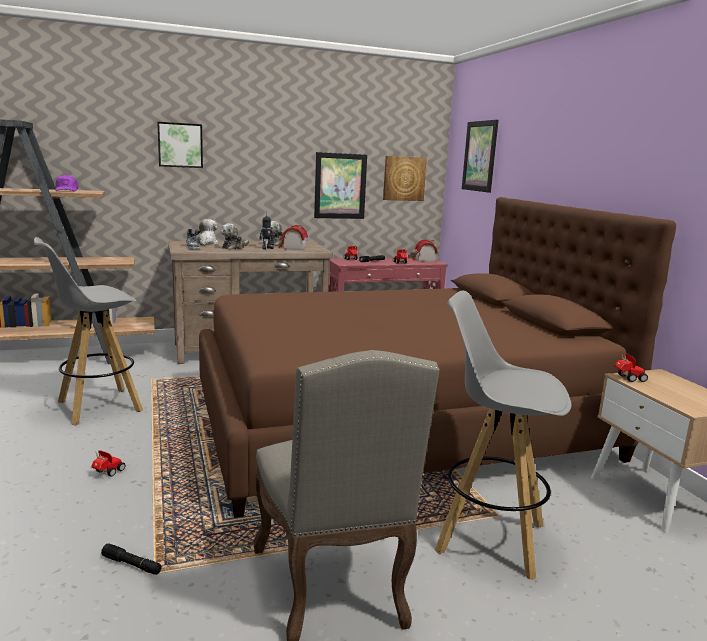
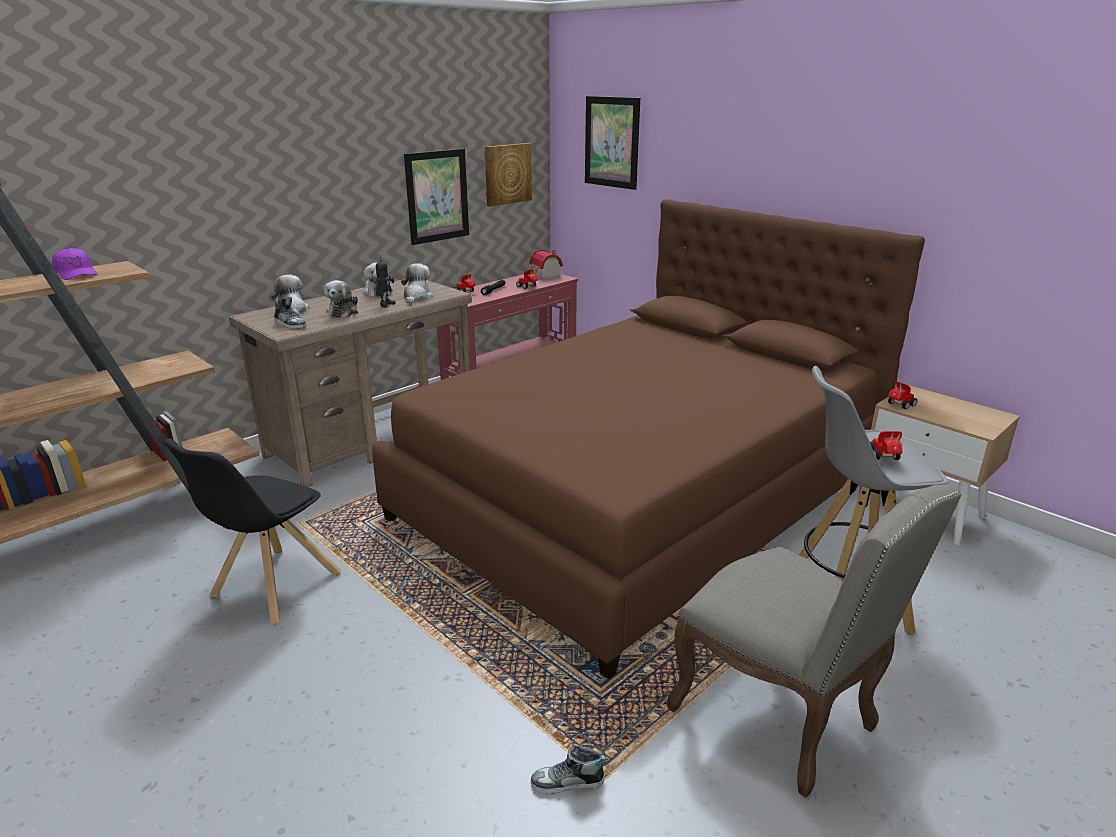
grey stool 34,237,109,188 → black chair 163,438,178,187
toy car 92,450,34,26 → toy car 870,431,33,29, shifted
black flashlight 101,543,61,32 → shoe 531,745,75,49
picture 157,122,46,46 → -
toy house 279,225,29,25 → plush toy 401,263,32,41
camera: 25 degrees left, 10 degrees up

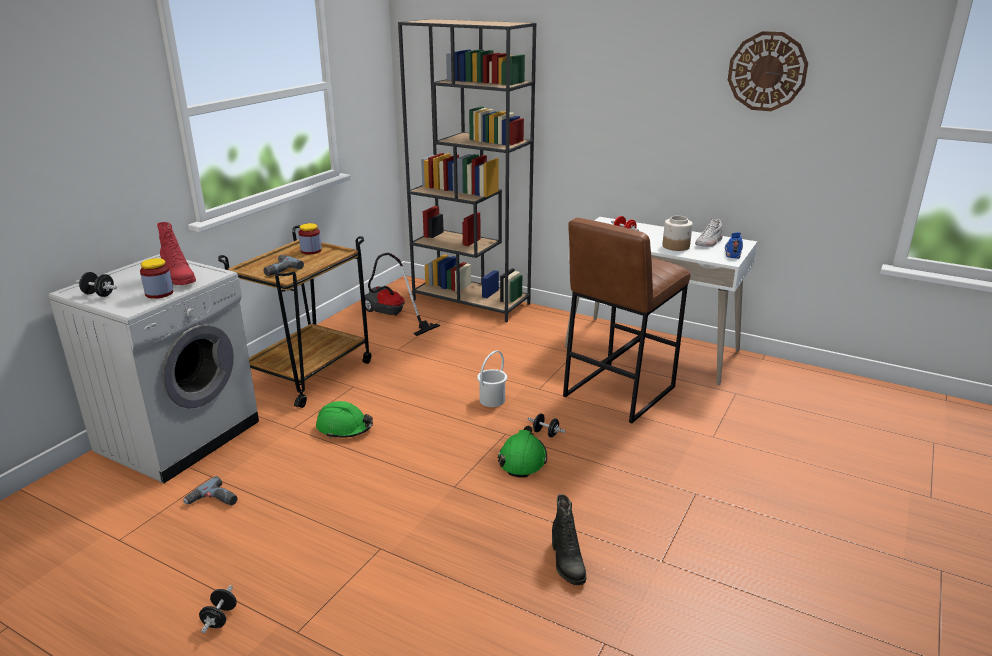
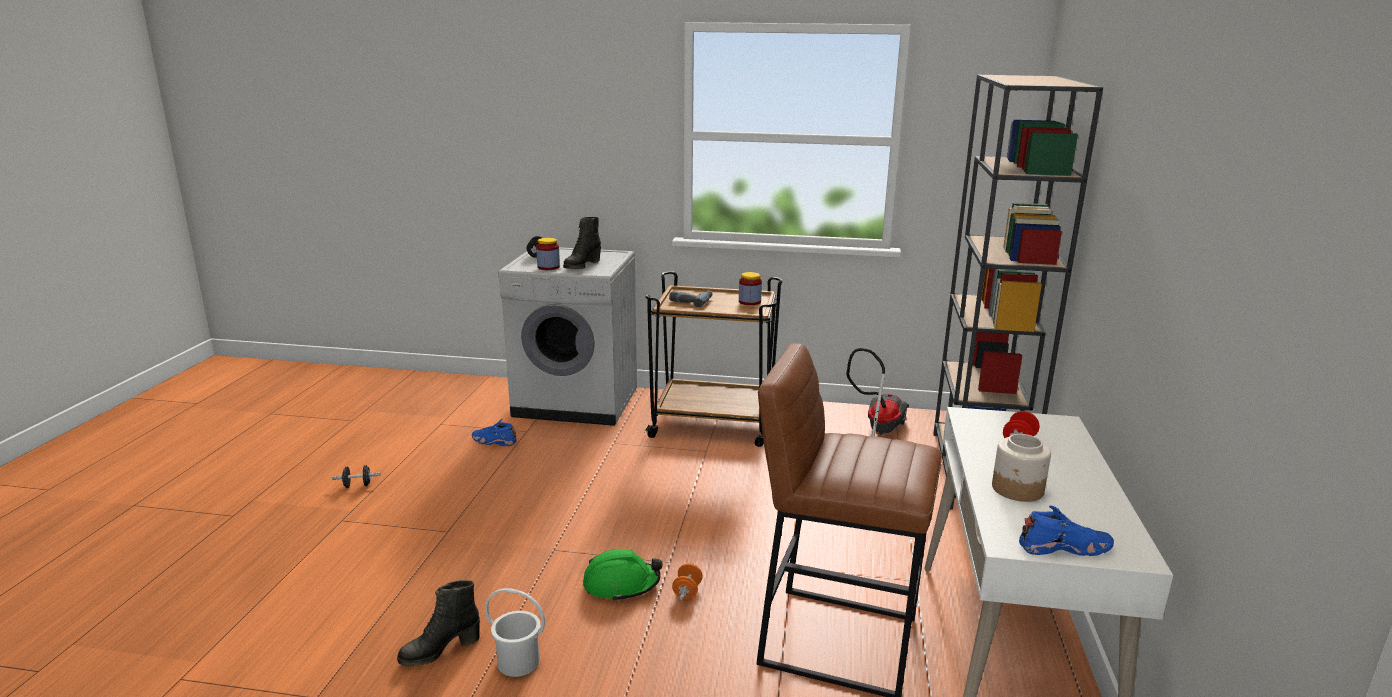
red boot 157,222,39,63 → black boot 563,217,38,52
power drill 183,476,54,30 → blue shoe 472,419,45,27
green hard hat 316,401,57,37 → -
white bucket 477,350,30,57 → white bucket 485,588,60,89, shifted
black dumbbell 527,414,39,23 → orange dumbbell 672,563,31,37
white shoe 695,219,28,28 → -
wall clock 728,31,80,80 → -
camera: 70 degrees right, 5 degrees down

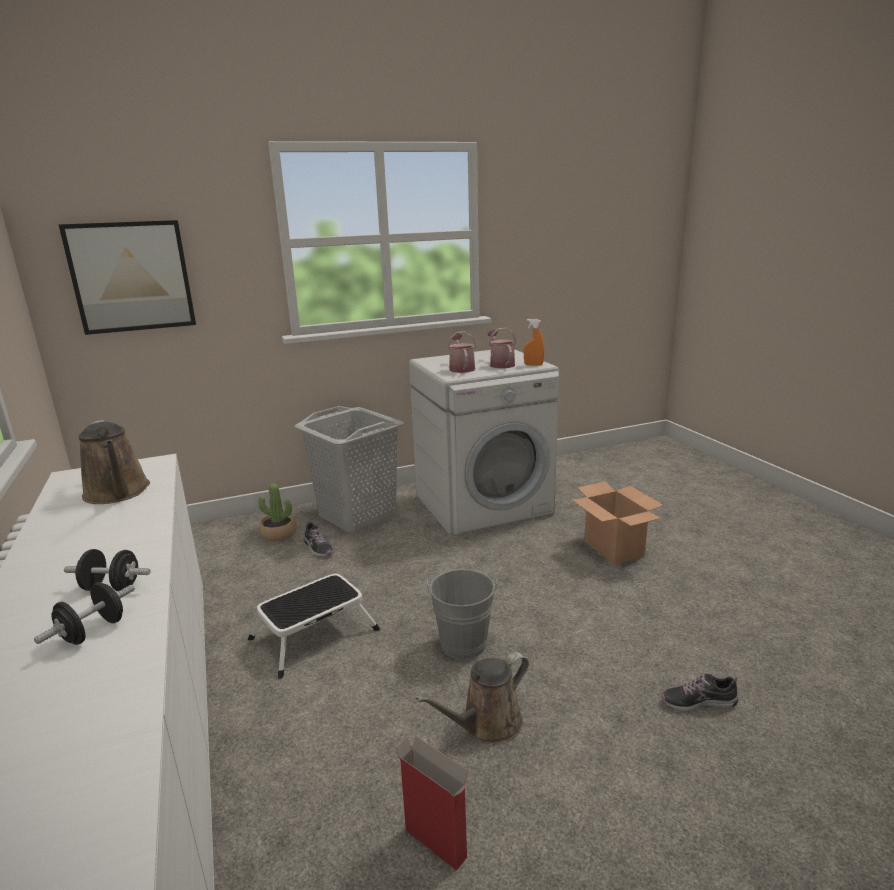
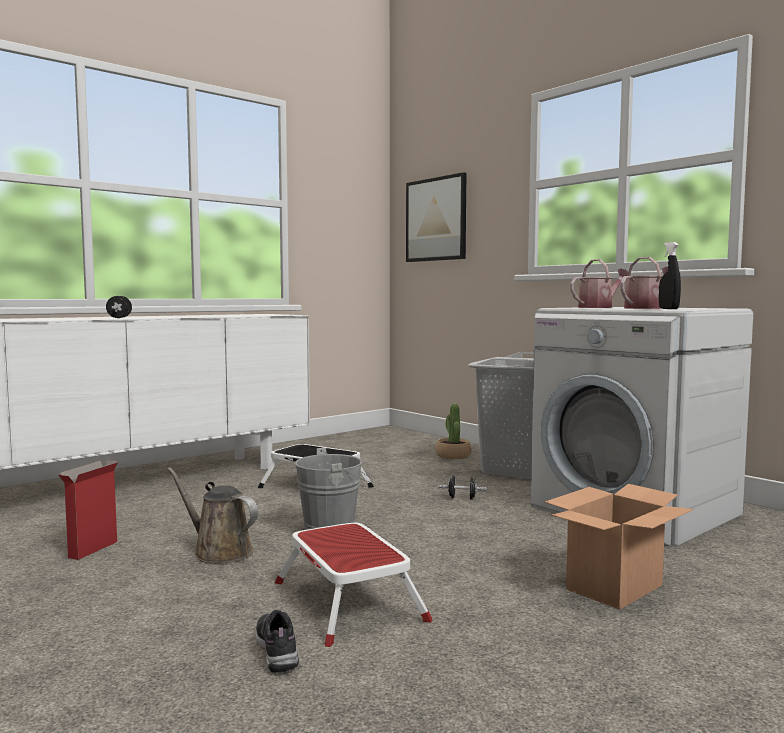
black dumbbell 34,582,101,63 → black dumbbell 438,476,49,24, shifted
brown watering can 78,420,72,84 → -
shoe 304,520,30,37 → -
orange spray bottle 524,319,20,46 → black spray bottle 659,242,22,67
- → red step ladder 275,523,157,124
camera: 70 degrees right, 15 degrees down

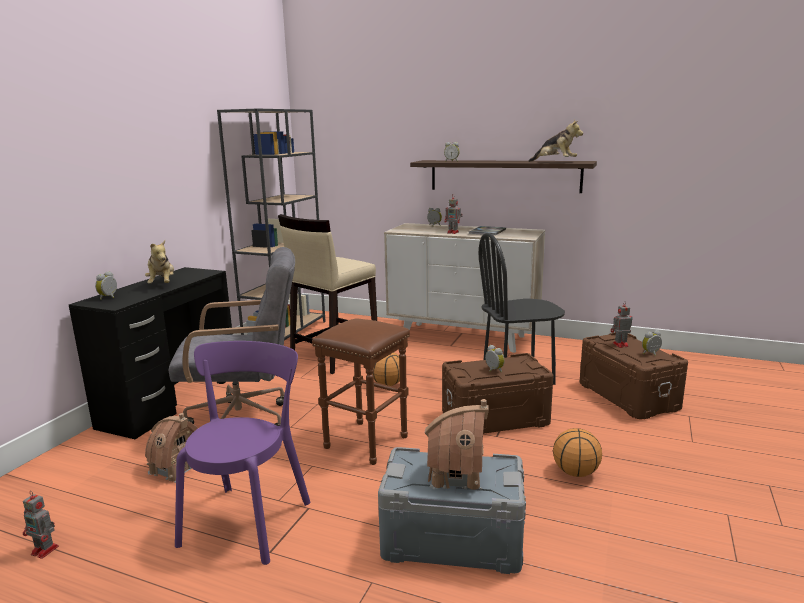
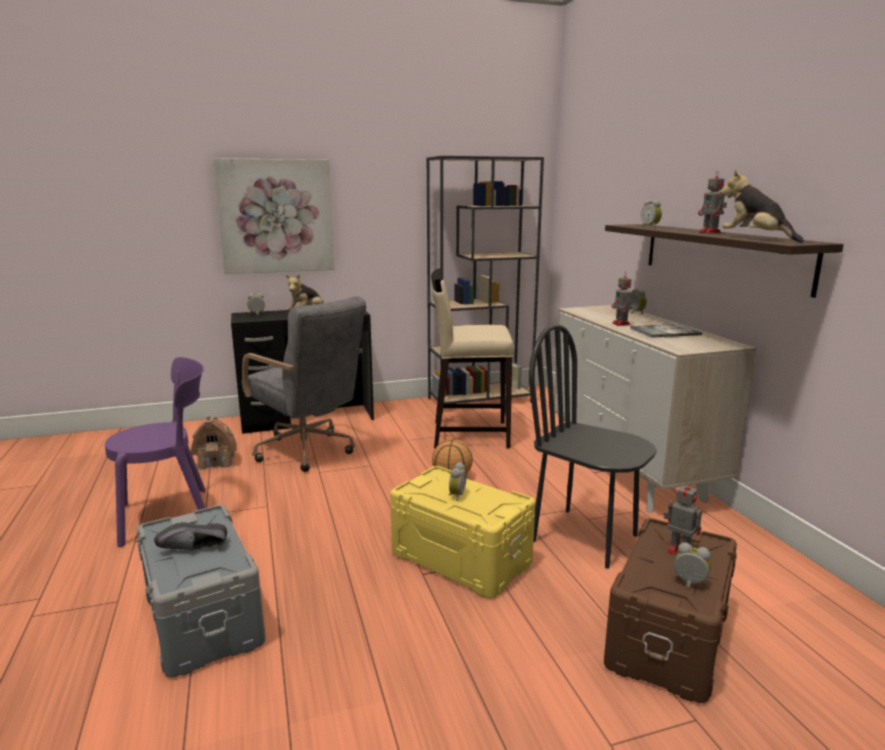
toy robot 23,491,36,68 → toy robot 698,170,29,64, shifted
brown stool 312,318,98,147 → -
toy house 425,399,64,95 → black shoe 154,522,73,29
brown storage box 442,353,111,81 → yellow storage box 390,466,145,132
plush toy 529,120,54,42 → plush toy 720,170,84,73, 150 degrees clockwise
basketball 553,428,49,49 → -
- → picture 213,158,121,116
camera: 50 degrees right, 0 degrees up

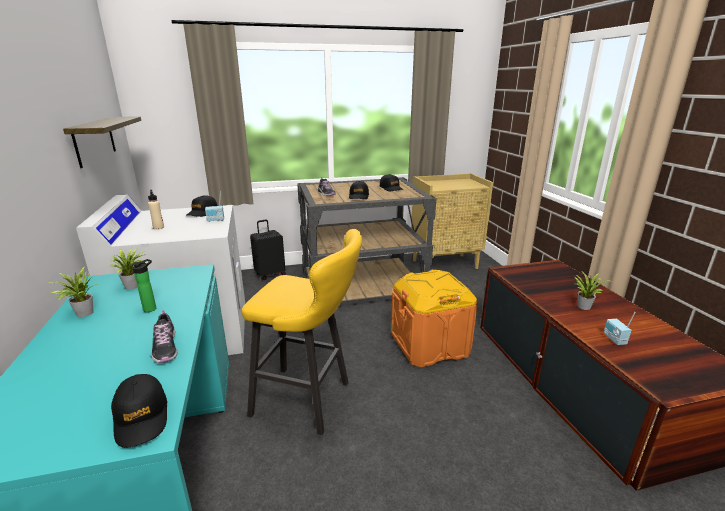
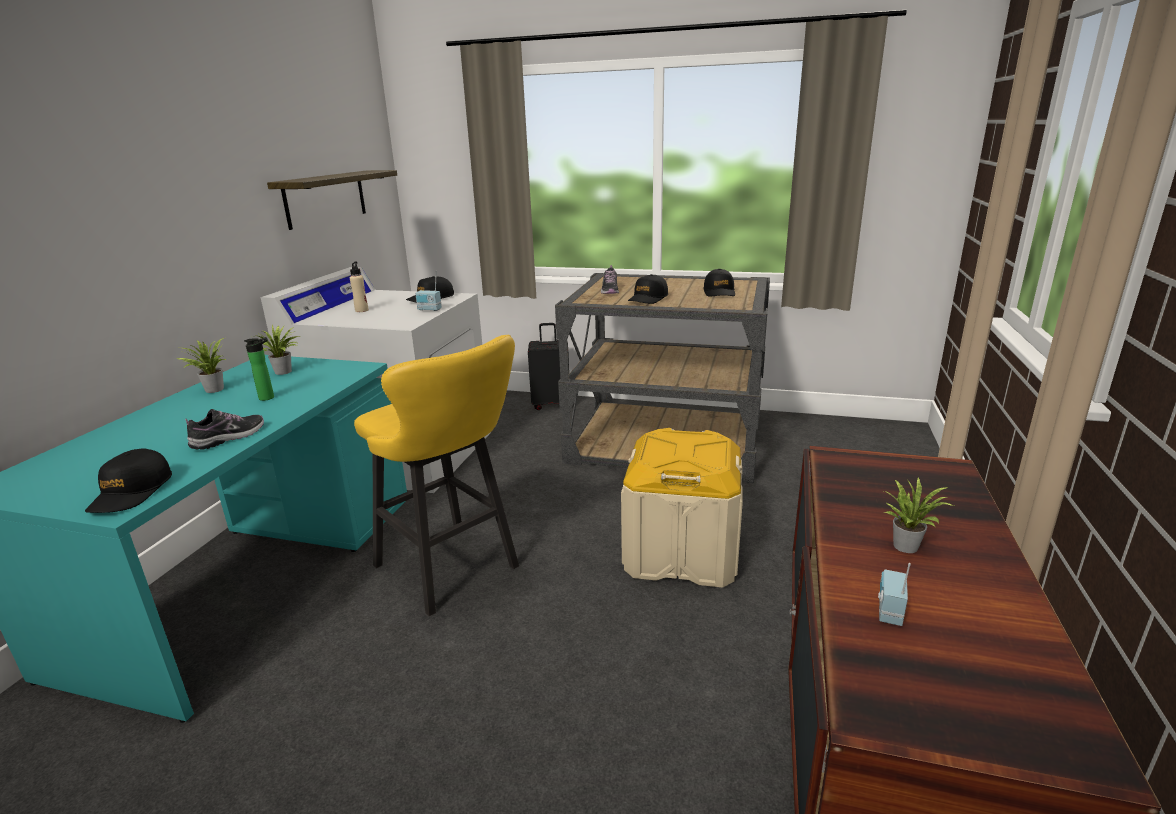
shoe 151,310,26,53 → shoe 185,409,79,41, 150 degrees counterclockwise
orange storage box 391,270,86,97 → beige storage box 621,428,122,160
beige cabinet 411,173,82,99 → -
camera: 30 degrees right, 0 degrees up

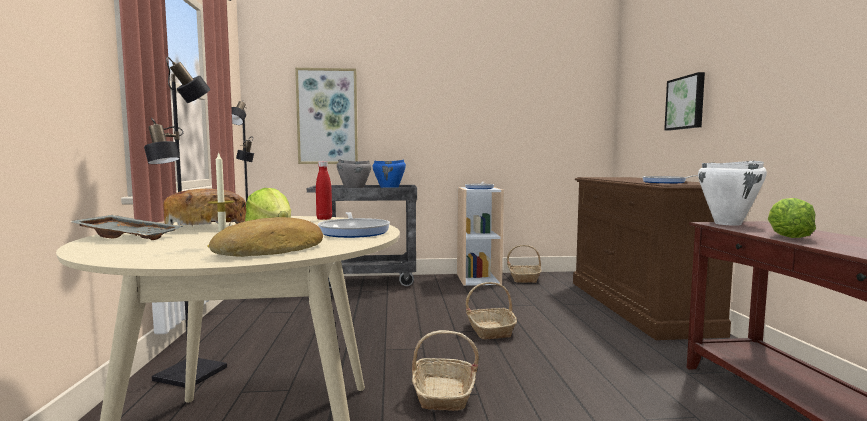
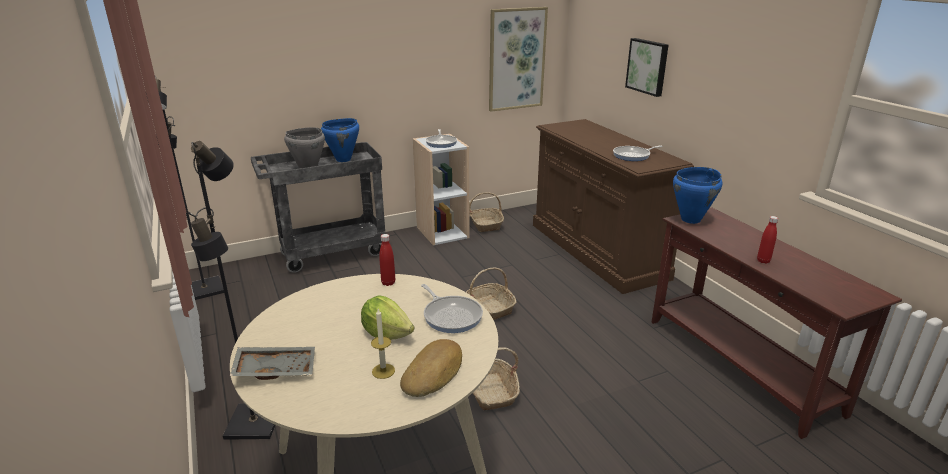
bread 163,189,83,38 → -
picture 295,68,63,96 → picture 489,7,59,105, shifted
white cooking pot 698,161,69,65 → blue cooking pot 673,167,49,57
lettuce 768,198,48,40 → -
- → red bottle 757,216,21,48
camera: 20 degrees left, 20 degrees up

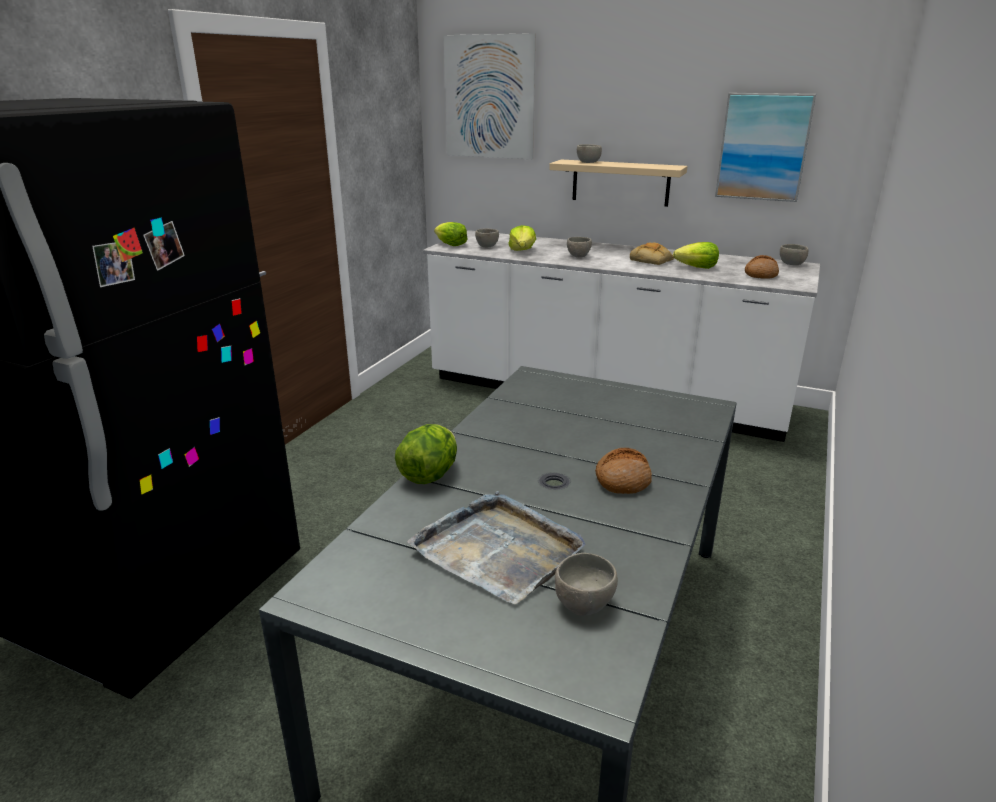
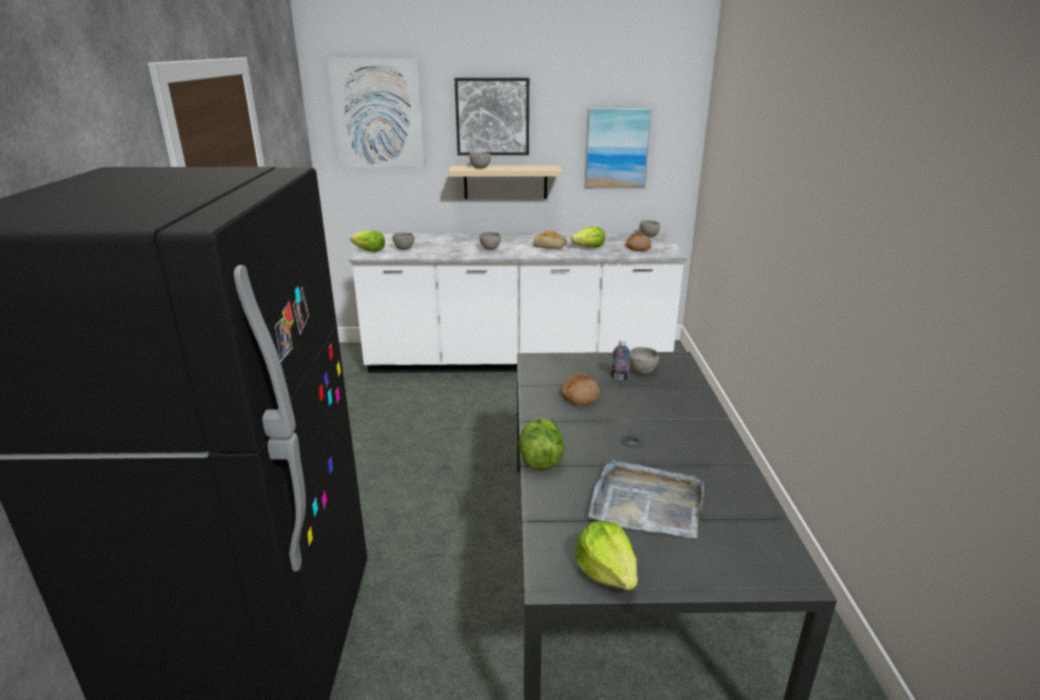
lettuce 508,225,28,26 → lettuce 575,521,62,69, shifted
grey bowl 555,553,63,63 → grey bowl 629,347,30,28, shifted
bread 595,448,57,46 → bread 561,374,39,32, shifted
- → picture 455,78,74,77
- → bottle 611,339,20,41
camera: 25 degrees left, 0 degrees up

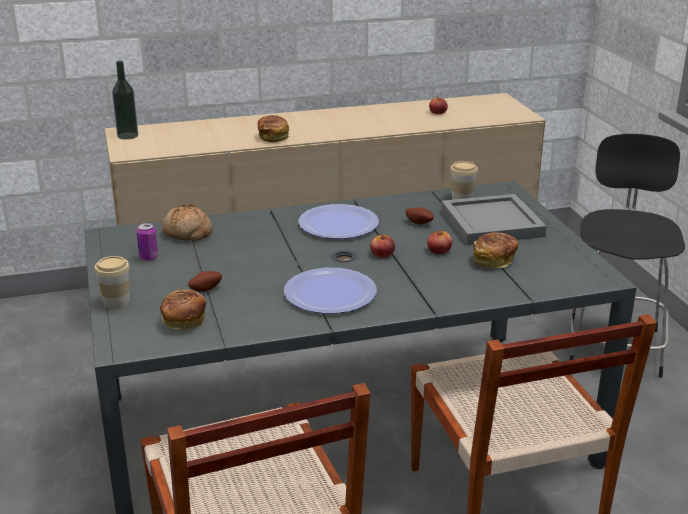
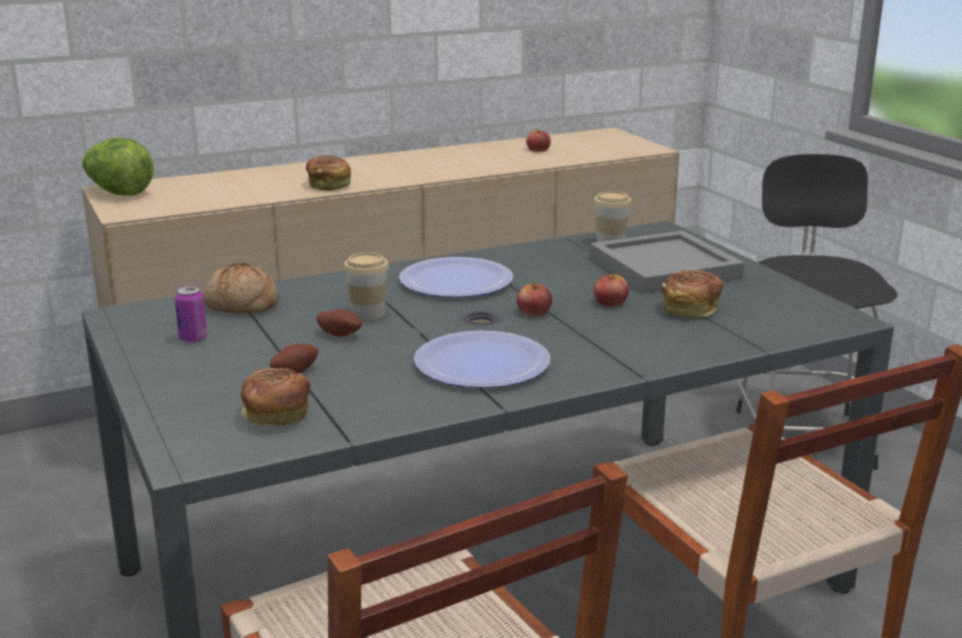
cup 94,256,36,53 → cup 344,253,45,68, shifted
bottle 112,61,26,79 → lettuce 81,137,73,59
potato 406,207,28,17 → potato 317,309,45,28, shifted
camera: 10 degrees left, 5 degrees down

